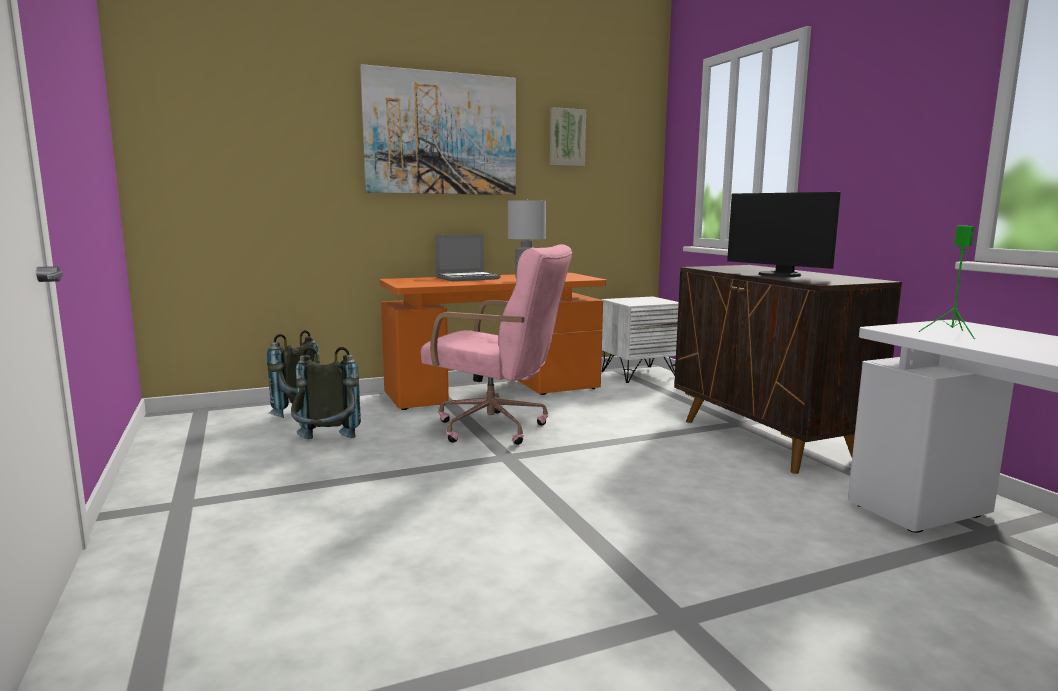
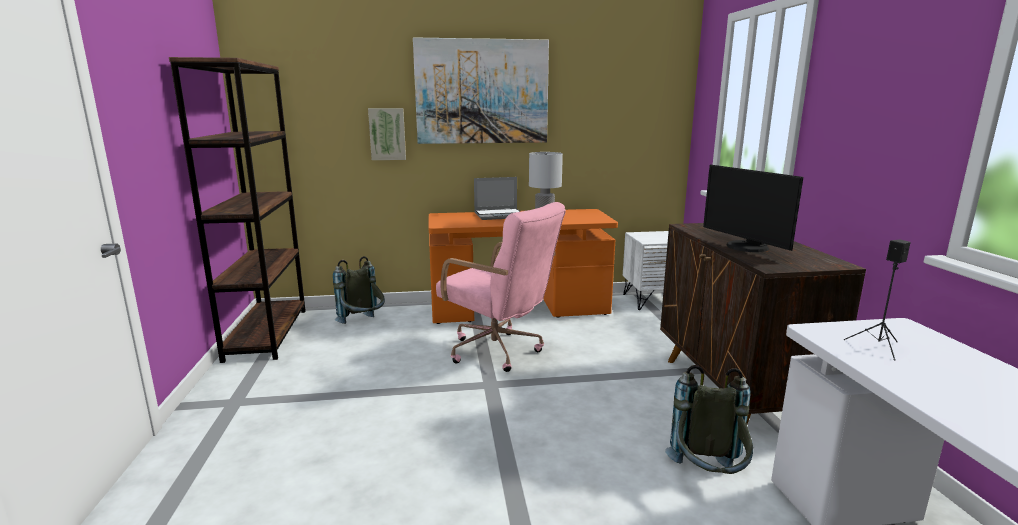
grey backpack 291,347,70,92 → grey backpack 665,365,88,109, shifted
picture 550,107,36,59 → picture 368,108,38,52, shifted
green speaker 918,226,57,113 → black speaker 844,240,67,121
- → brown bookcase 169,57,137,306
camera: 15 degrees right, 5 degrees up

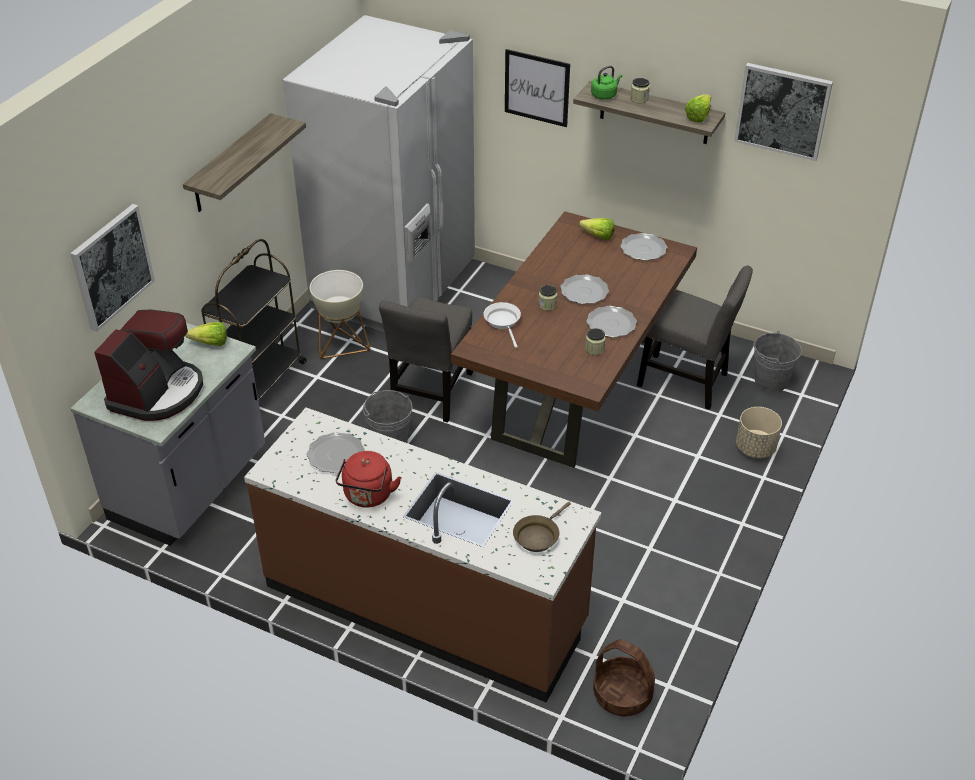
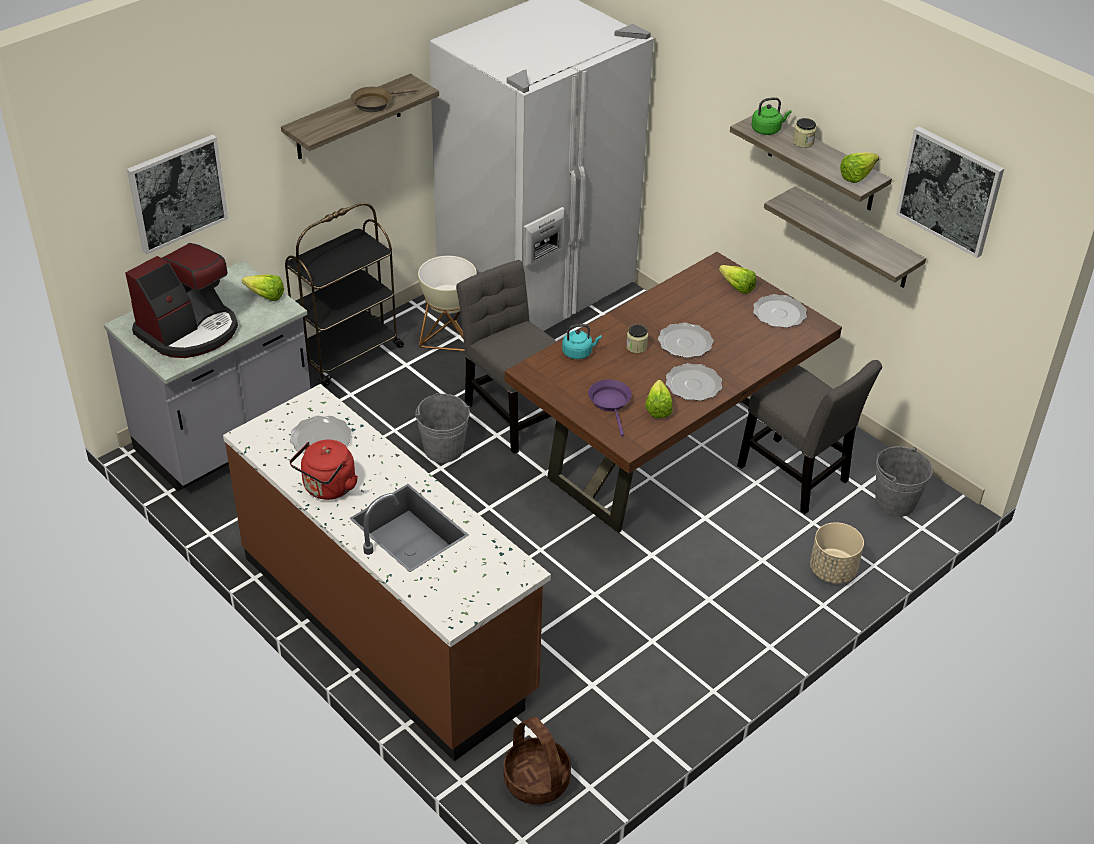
grey chair 379,297,94,125 → grey chair 456,260,101,194, 105 degrees clockwise
white frying pan 484,302,37,46 → turquoise kettle 562,324,40,35
picture 505,49,65,78 → -
brown frying pan 513,501,58,51 → brown frying pan 351,87,67,25, shifted
jar 585,328,21,27 → lettuce 645,380,27,38
- → purple frying pan 588,380,44,56
- → shelf 764,186,162,102
camera: 20 degrees right, 0 degrees up

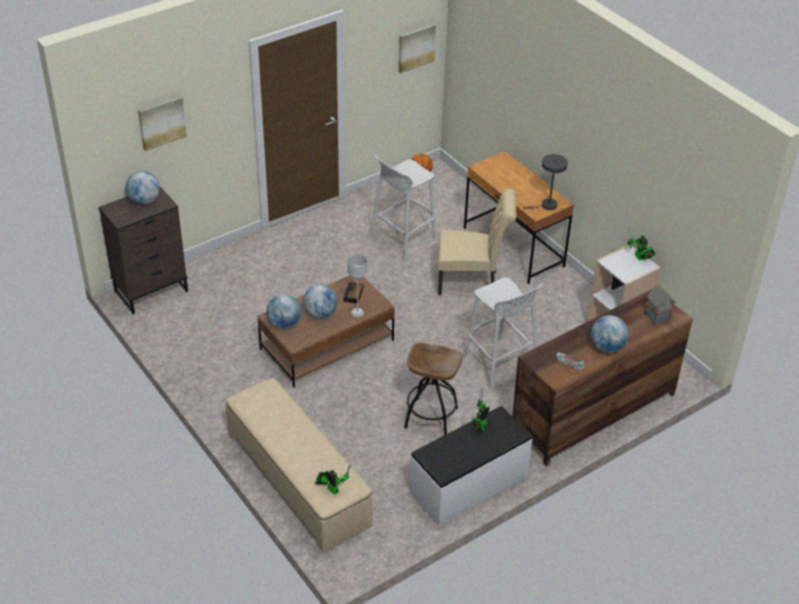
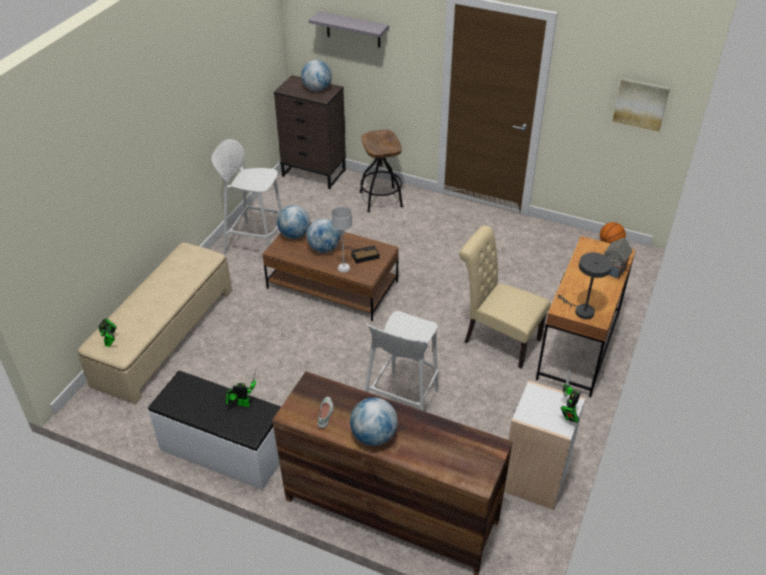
picture 138,96,49,55 → grey shelf 308,11,81,37
white stool 369,154,67,108 → white stool 212,139,70,117, shifted
brown stool 404,343,59,92 → brown stool 360,130,43,82, shifted
beige chair 438,189,78,106 → beige chair 459,225,92,144, 150 degrees clockwise
toy house 644,284,31,41 → toy house 604,237,29,42, shifted
camera: 60 degrees right, 0 degrees up

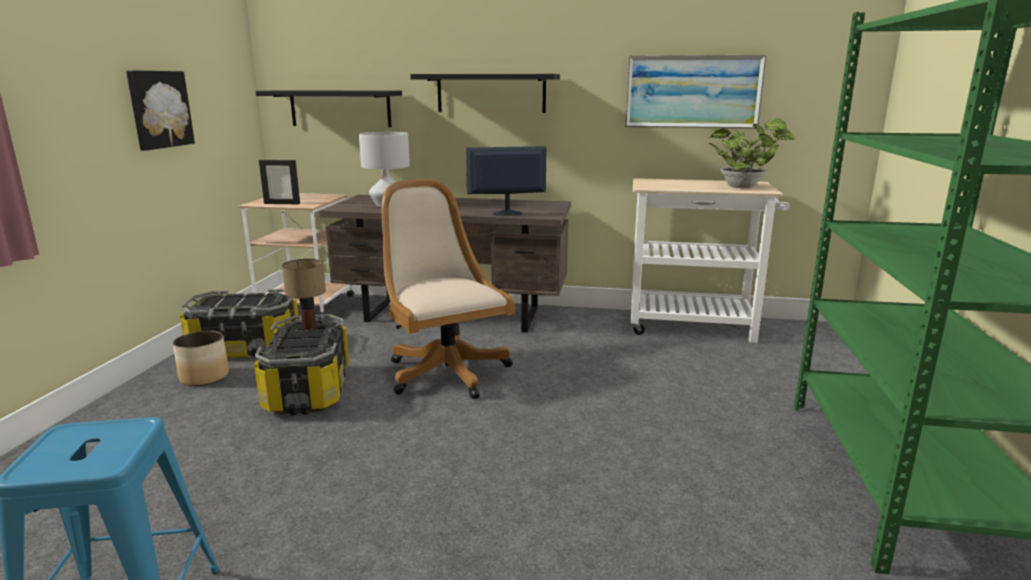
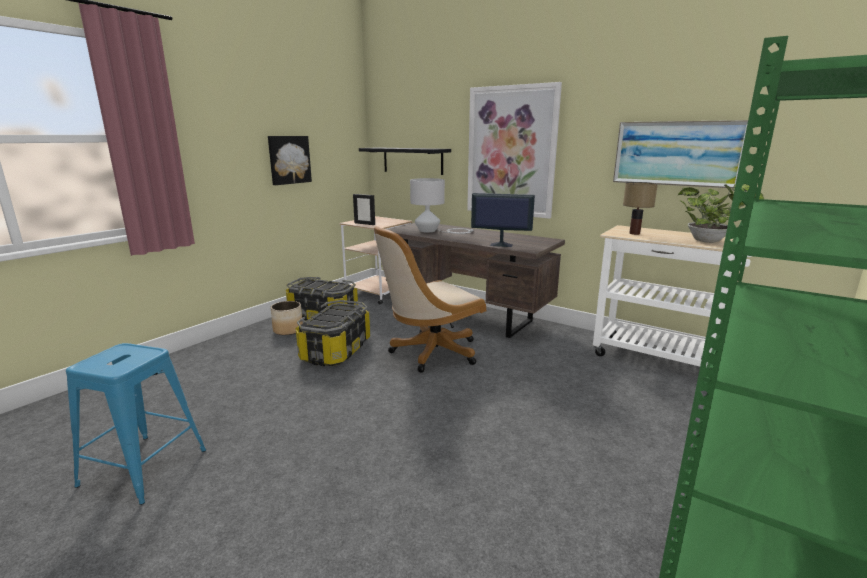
table lamp 282,259,44,71 → table lamp 623,182,35,53, shifted
office chair 381,179,134,220 → office chair 374,226,112,147, 120 degrees counterclockwise
black shelf 410,74,150,39 → picture 467,82,95,137
camera: 25 degrees right, 0 degrees up

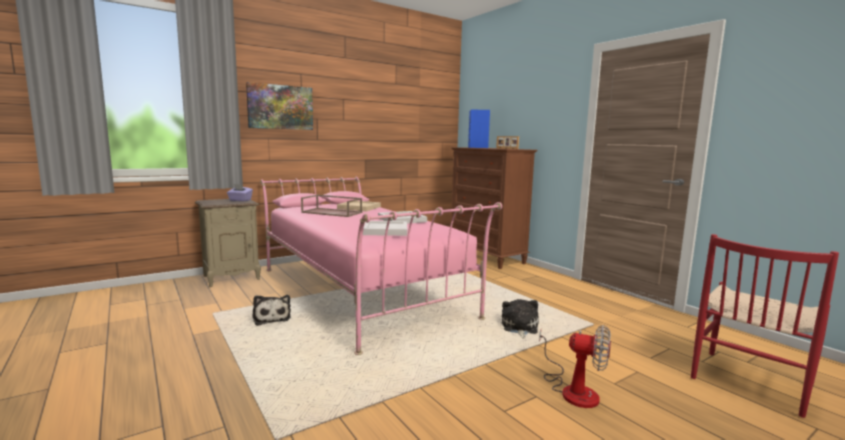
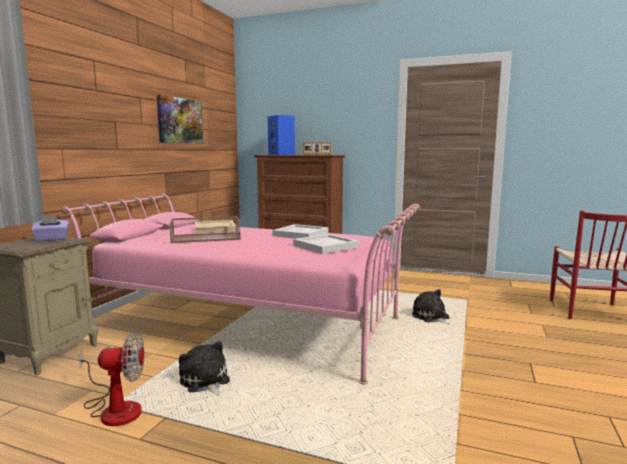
picture 246,82,67,48 → picture 156,94,47,50, shifted
plush toy 252,295,39,31 → plush toy 179,341,51,55, 150 degrees counterclockwise
fan 539,325,72,83 → fan 79,333,65,93, shifted
camera: 35 degrees left, 0 degrees up

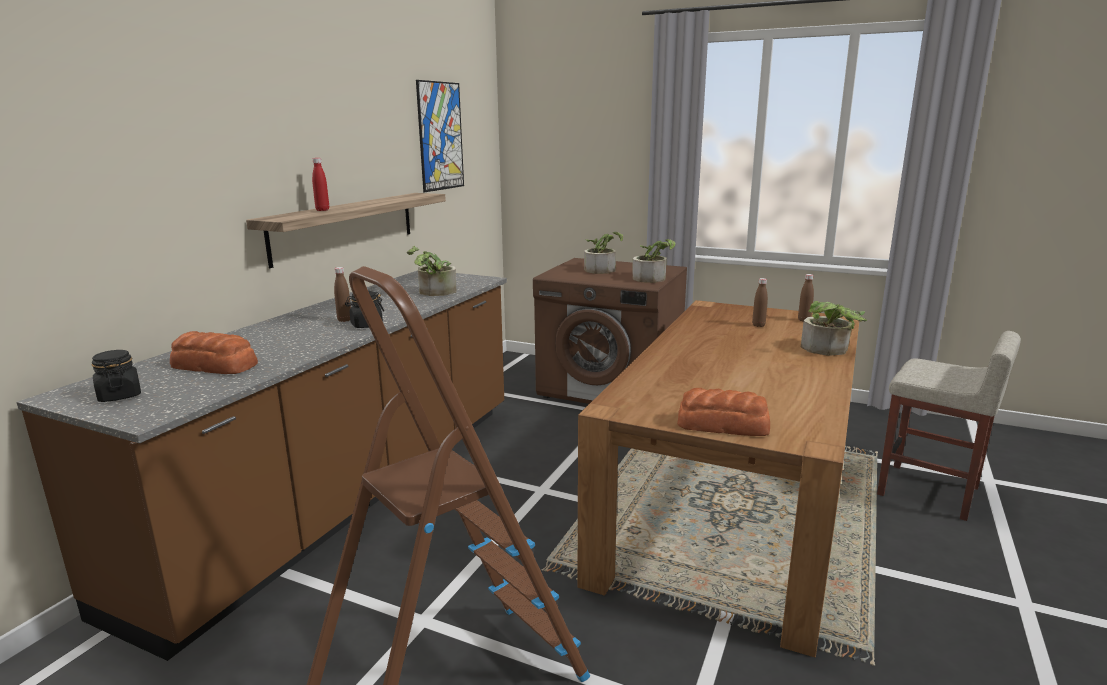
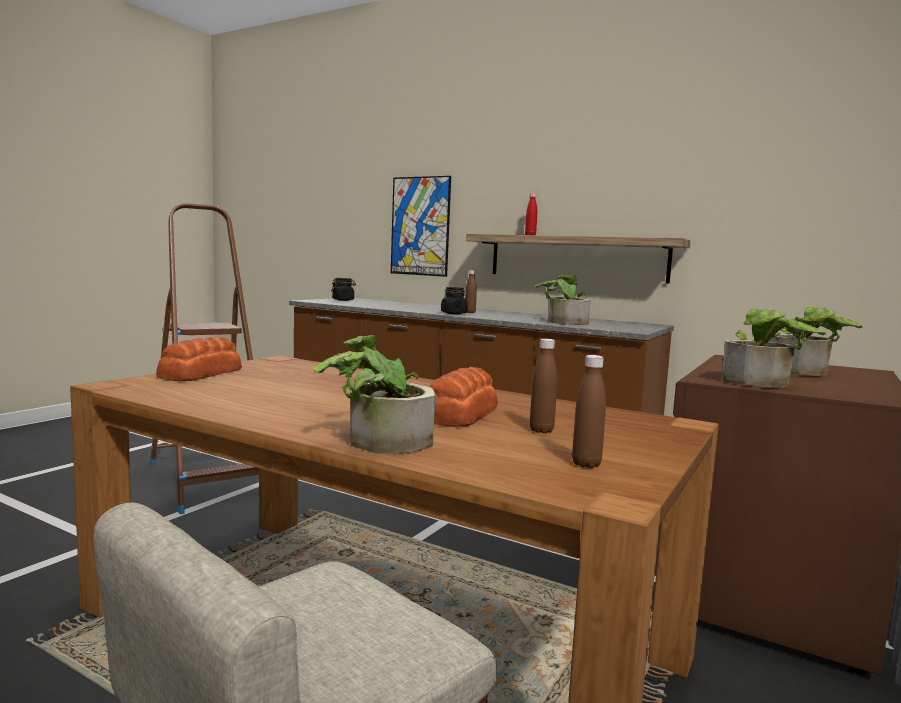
bread 170,331,88,43 → bread 429,367,69,60, shifted
picture 416,80,48,112 → picture 391,176,60,101, shifted
camera: 95 degrees right, 10 degrees down

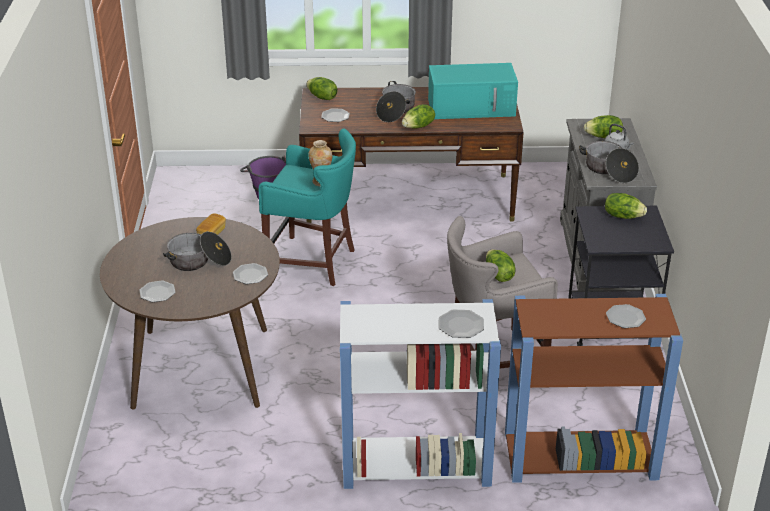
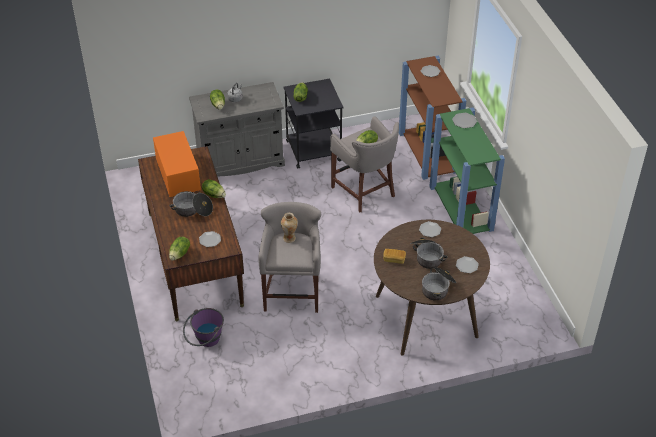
turquoise stool 259,128,97,158 → grey stool 258,202,63,111
white bookcase 340,299,161,190 → green bookcase 429,108,76,126
turquoise microwave 428,63,90,56 → orange microwave 153,131,48,66
cooking pot 579,141,60,42 → cooking pot 422,267,34,33, shifted
camera: 105 degrees left, 10 degrees up

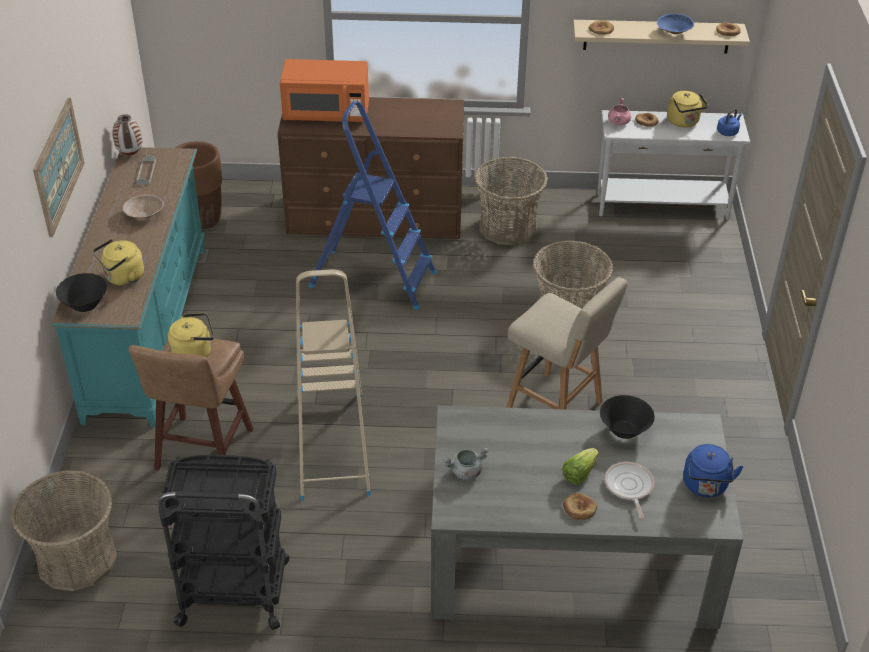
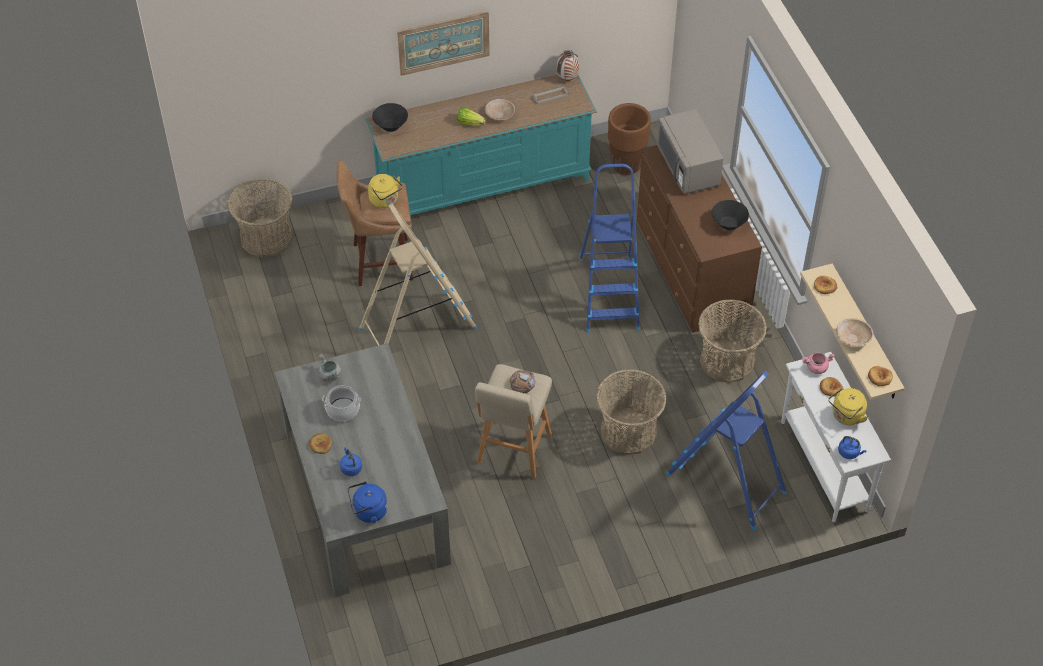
yellow kettle 92,239,52,47 → -
black cart 158,455,131,175 → -
orange microwave 280,59,89,63 → grey microwave 657,109,66,84
lettuce 562,448,37,37 → lettuce 457,107,28,18, shifted
black bowl 600,395,55,44 → black bowl 712,200,37,30, shifted
frying pan 605,462,49,57 → blue kettle 340,447,22,29
blue bowl 657,13,37,21 → beige bowl 836,318,37,28
- → cooking pot 322,385,39,36
- → bread 509,370,26,23
- → blue step ladder 666,370,121,160
camera: 70 degrees right, 10 degrees up

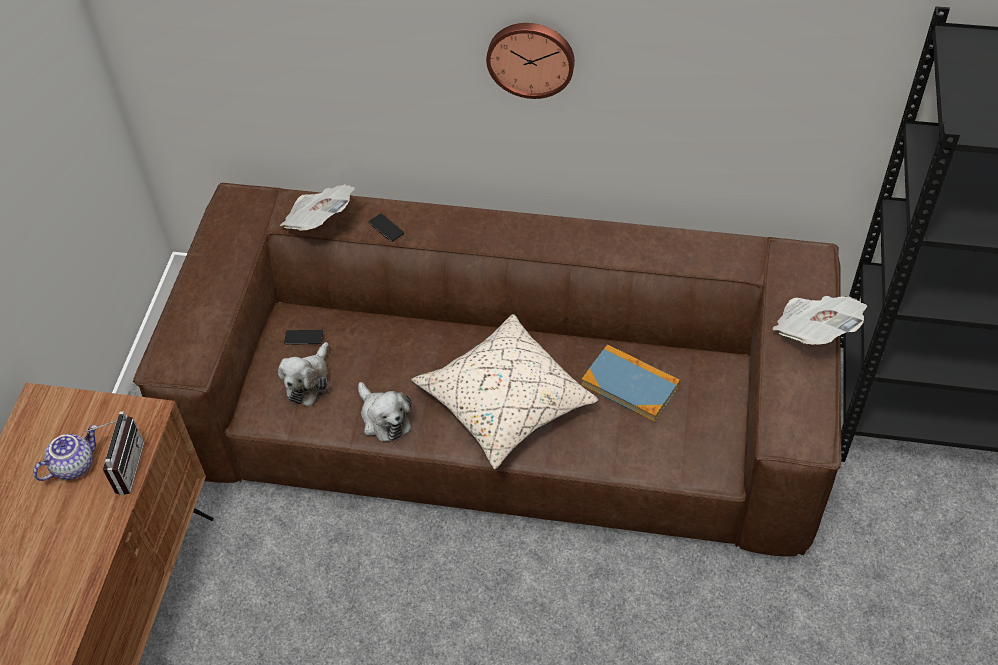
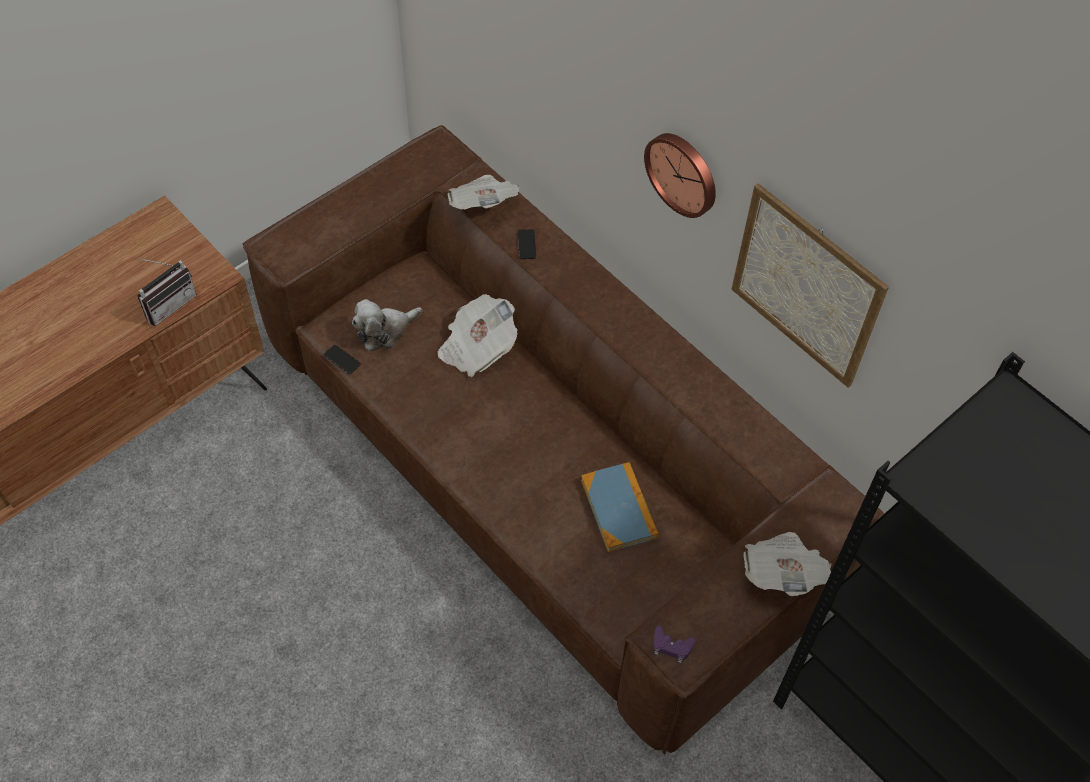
teapot 33,425,64,56 → -
phone 284,330,39,15 → phone 324,345,37,29, shifted
plush toy 358,382,54,60 → -
beige pillow 411,314,187,156 → -
- → newspaper 437,294,80,83
- → purple game controller 653,626,43,37
- → picture 731,183,158,205
camera: 35 degrees right, 5 degrees up

